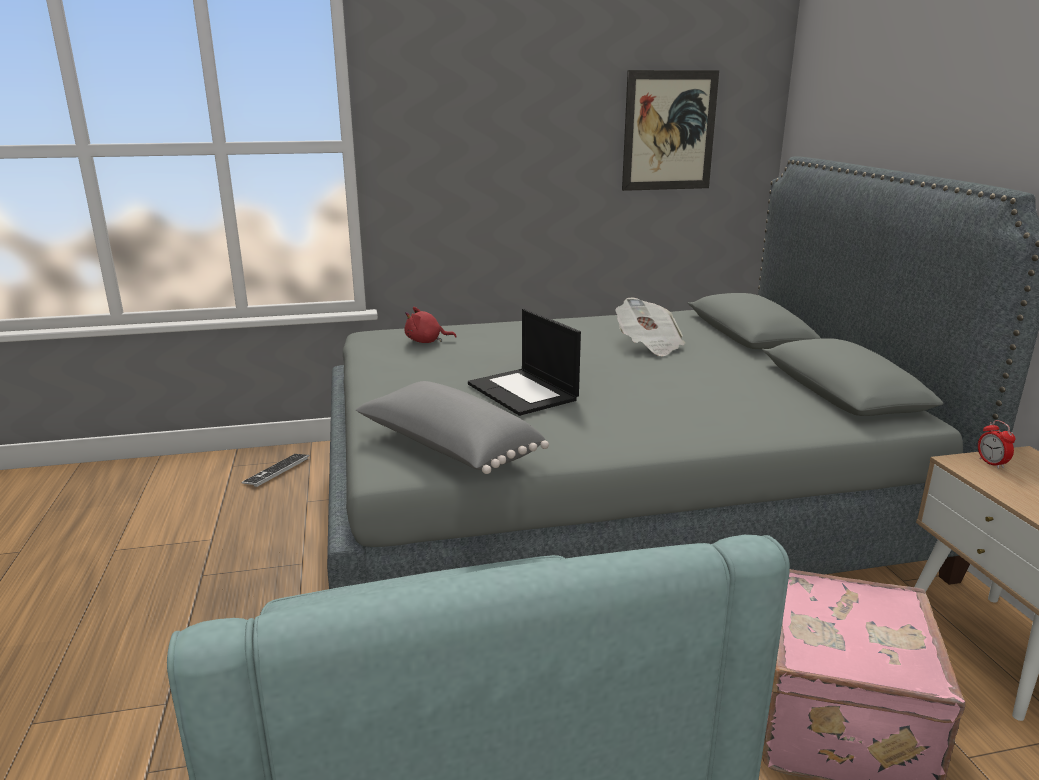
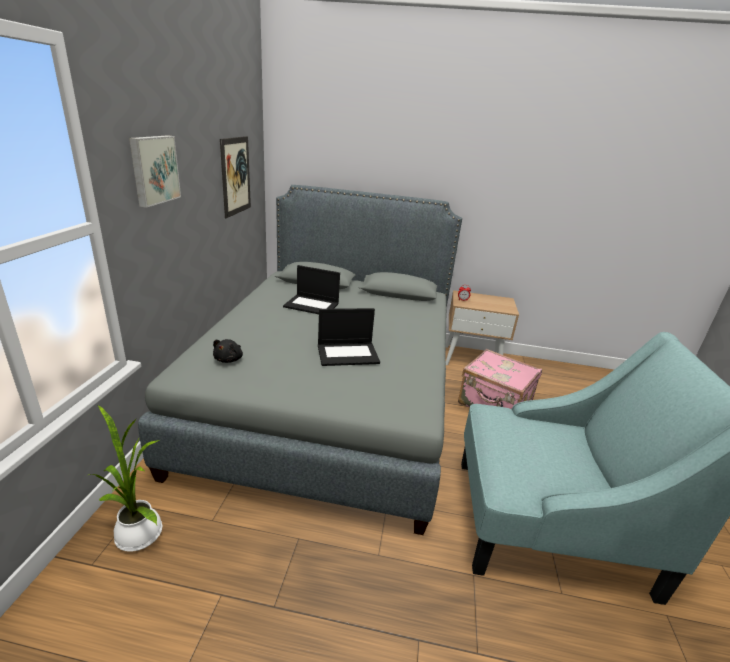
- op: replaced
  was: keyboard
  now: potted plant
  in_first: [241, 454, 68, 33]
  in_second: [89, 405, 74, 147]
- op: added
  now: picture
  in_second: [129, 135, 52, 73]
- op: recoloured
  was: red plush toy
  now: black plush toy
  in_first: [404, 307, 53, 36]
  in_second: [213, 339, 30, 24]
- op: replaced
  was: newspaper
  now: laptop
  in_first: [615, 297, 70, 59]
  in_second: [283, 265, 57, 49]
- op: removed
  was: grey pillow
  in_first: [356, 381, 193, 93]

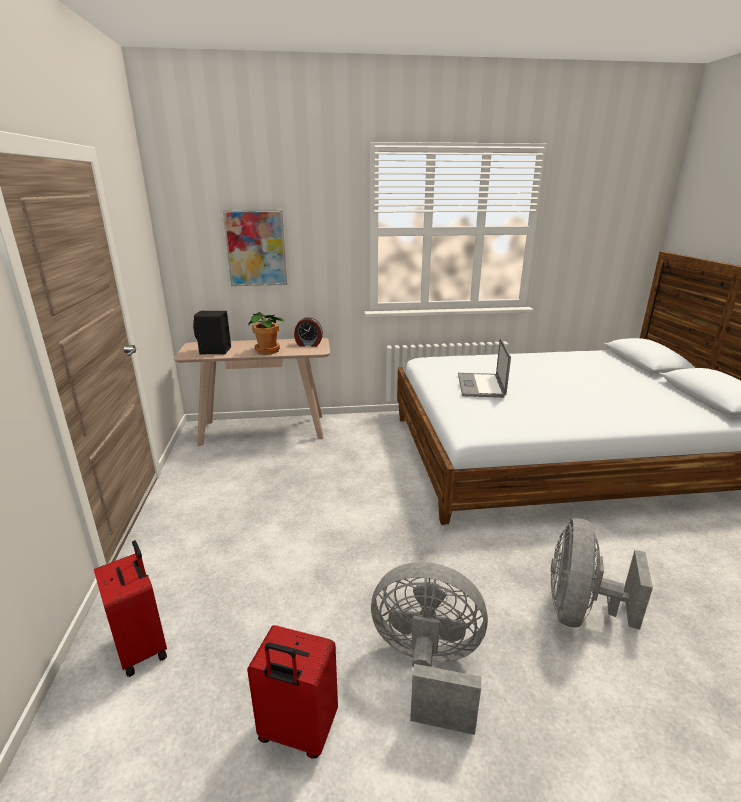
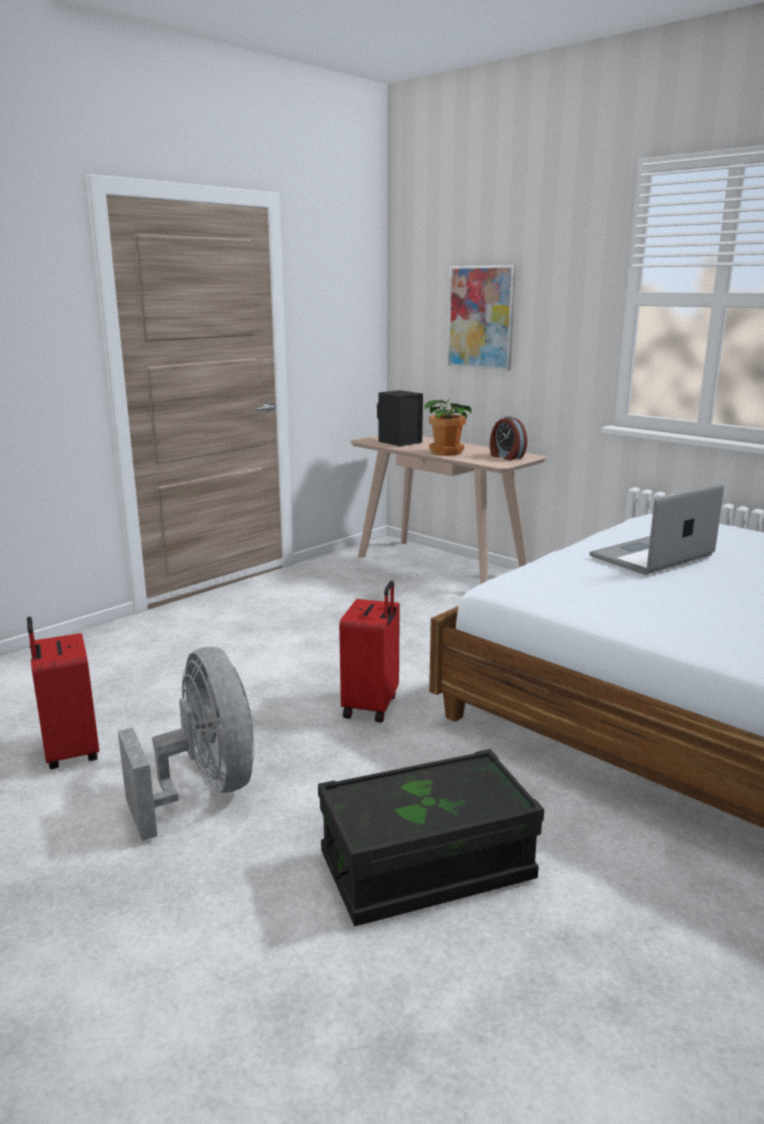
- op: replaced
  was: grey fan
  now: black storage box
  in_first: [551, 518, 102, 111]
  in_second: [318, 749, 226, 177]
- op: moved
  was: red suitcase
  in_first: [94, 540, 73, 137]
  in_second: [339, 581, 61, 142]

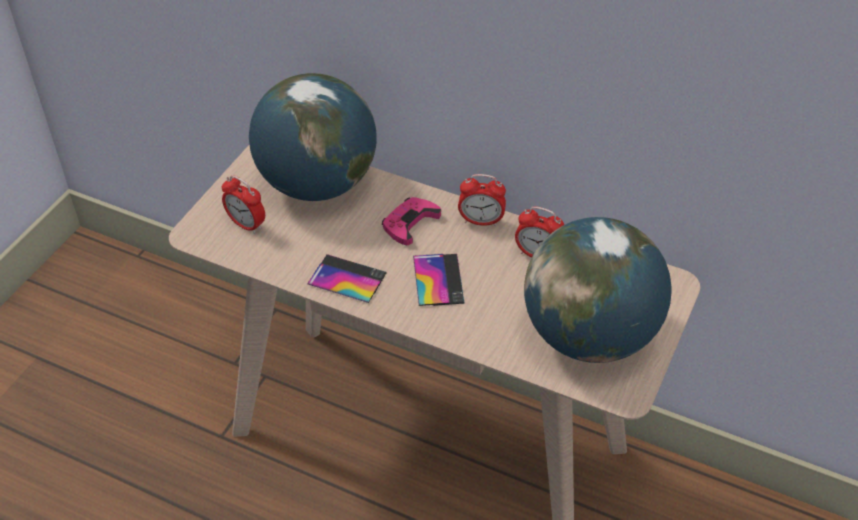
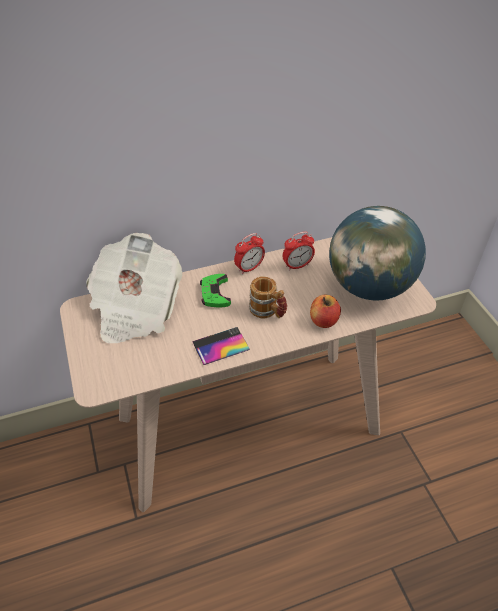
- op: replaced
  was: globe
  now: newspaper
  in_first: [249, 73, 128, 128]
  in_second: [86, 233, 97, 111]
- op: recoloured
  was: pink game controller
  now: green game controller
  in_first: [382, 197, 59, 48]
  in_second: [200, 274, 31, 34]
- op: replaced
  was: phone
  now: mug
  in_first: [413, 254, 51, 52]
  in_second: [249, 276, 38, 42]
- op: added
  now: apple
  in_second: [310, 295, 31, 33]
- op: removed
  was: alarm clock
  in_first: [222, 175, 43, 59]

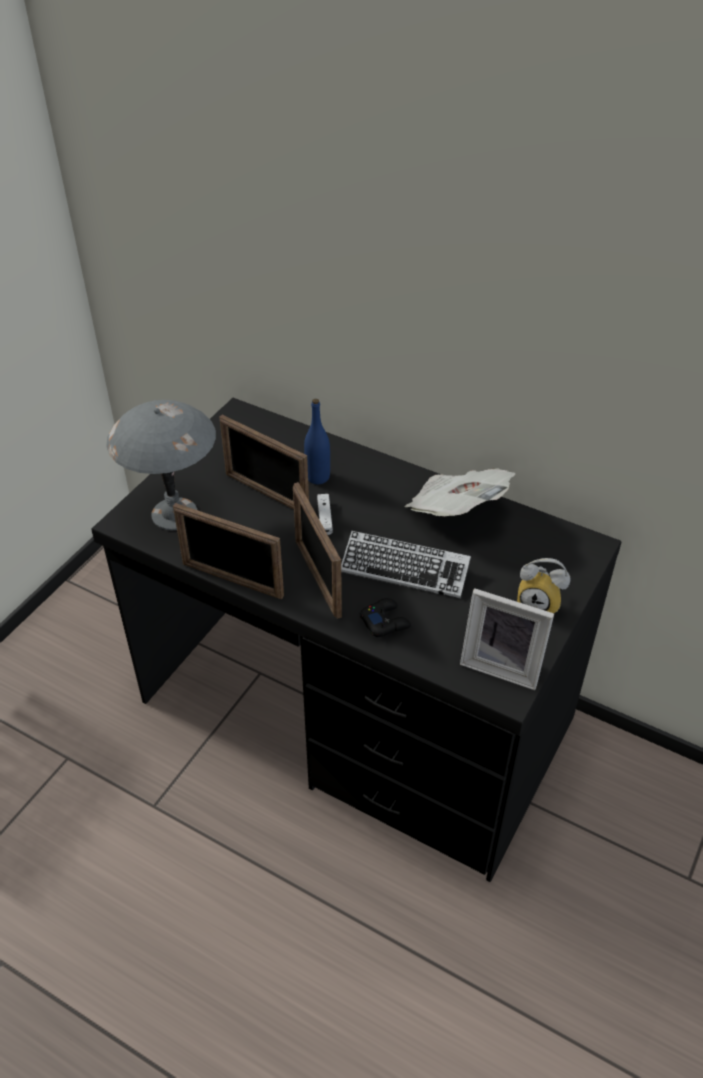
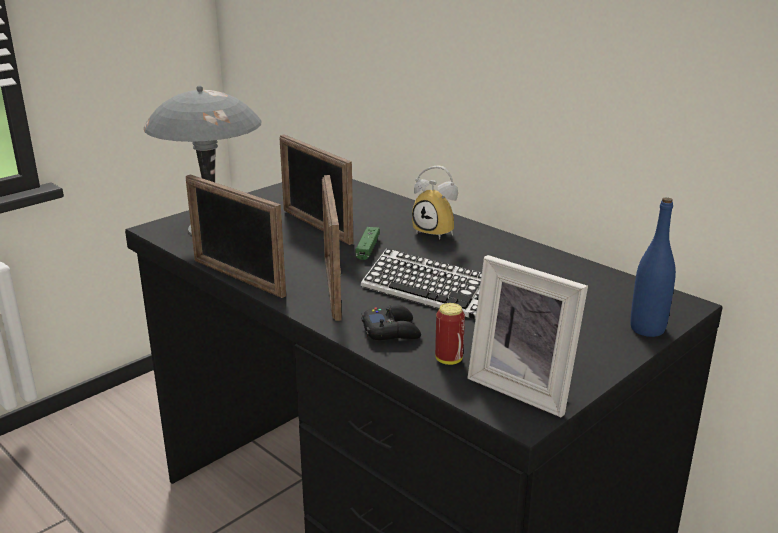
- op: recoloured
  was: white game controller
  now: green game controller
  in_first: [317, 494, 16, 41]
  in_second: [356, 227, 24, 33]
- op: moved
  was: alarm clock
  in_first: [517, 558, 53, 55]
  in_second: [412, 165, 46, 75]
- op: added
  now: can
  in_second: [435, 303, 30, 62]
- op: moved
  was: blue bottle
  in_first: [304, 399, 26, 85]
  in_second: [630, 197, 46, 140]
- op: removed
  was: newspaper
  in_first: [405, 468, 111, 48]

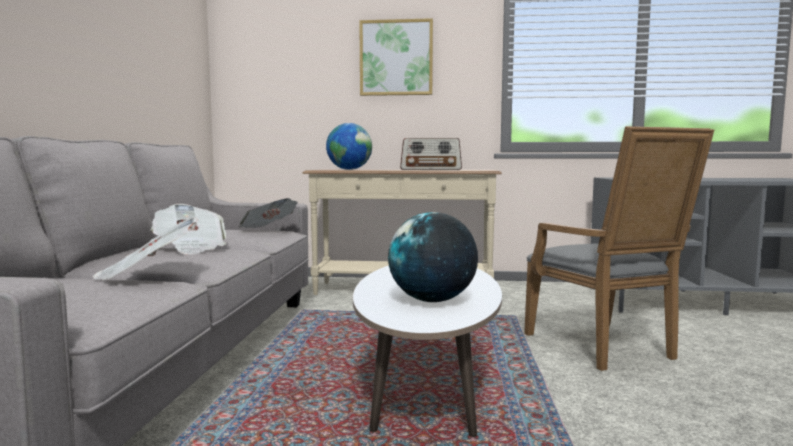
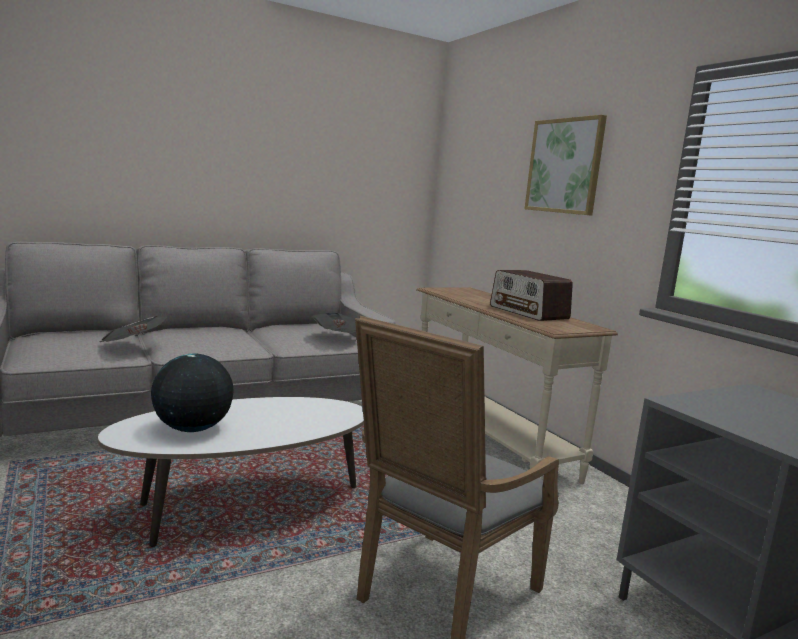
- op: removed
  was: newspaper
  in_first: [151, 204, 75, 51]
- op: removed
  was: globe
  in_first: [326, 123, 46, 47]

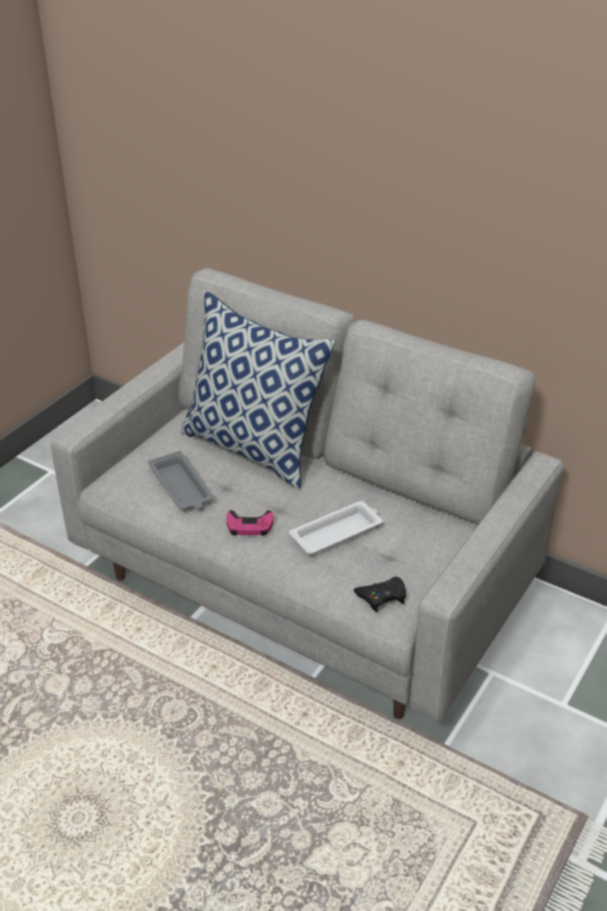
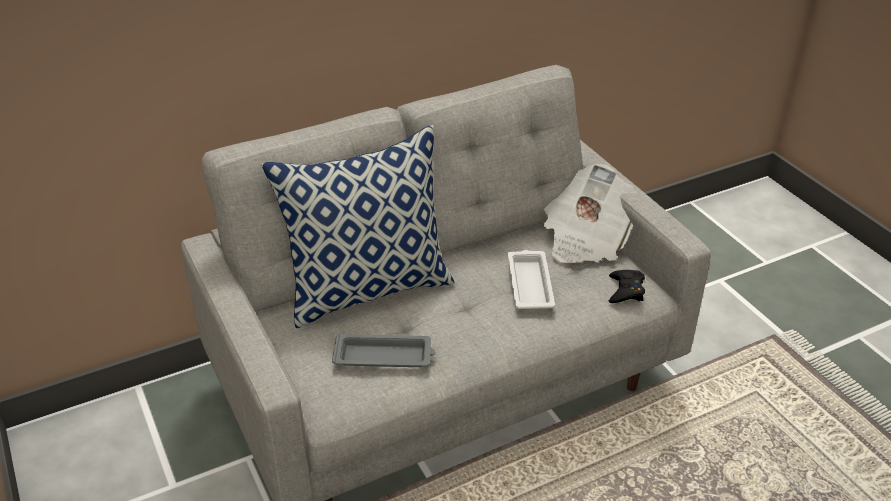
- op: added
  now: newspaper
  in_second: [544, 164, 94, 99]
- op: removed
  was: pink game controller
  in_first: [226, 510, 47, 26]

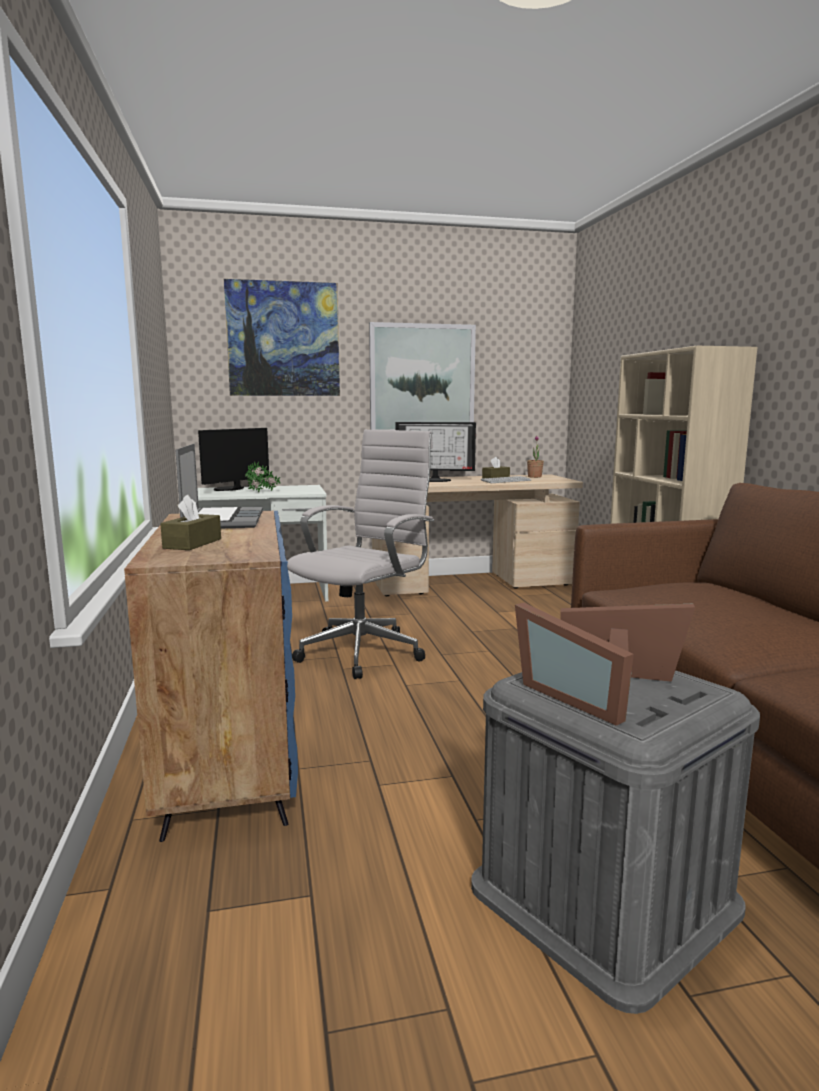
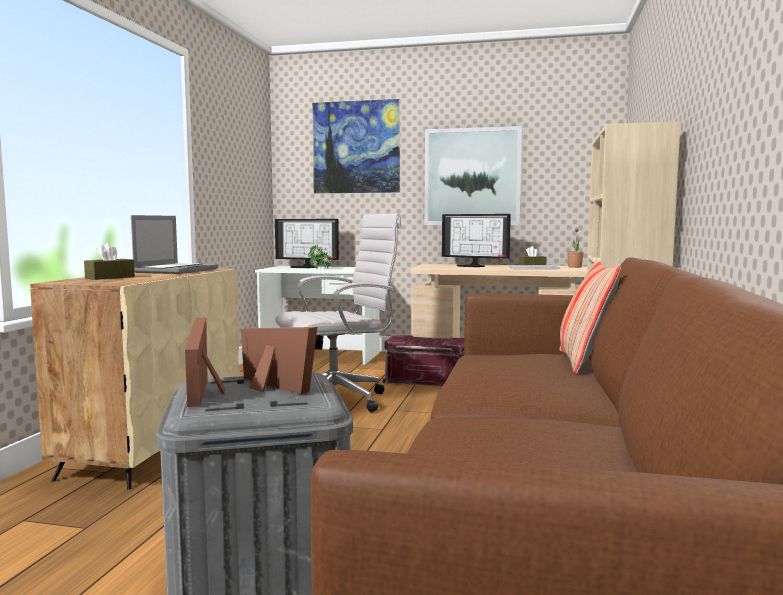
- op: recoloured
  was: blue cabinet
  now: beige cabinet
  in_first: [124, 511, 174, 331]
  in_second: [30, 268, 210, 222]
- op: turned
  was: monitor
  in_first: [198, 428, 71, 63]
  in_second: [275, 219, 64, 49]
  clockwise: -135
- op: added
  now: red storage box
  in_second: [382, 335, 82, 51]
- op: added
  now: pillow
  in_second: [559, 260, 62, 114]

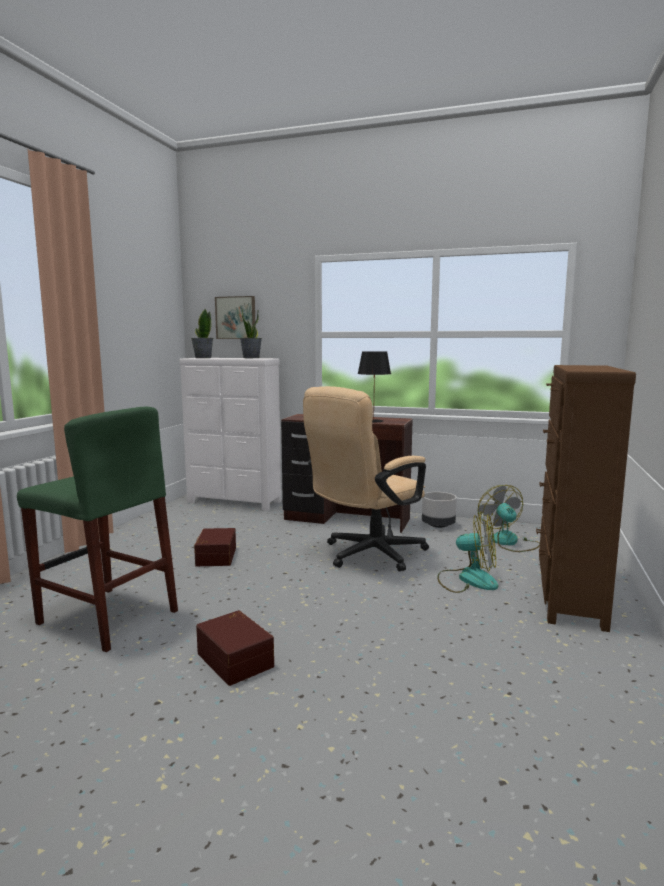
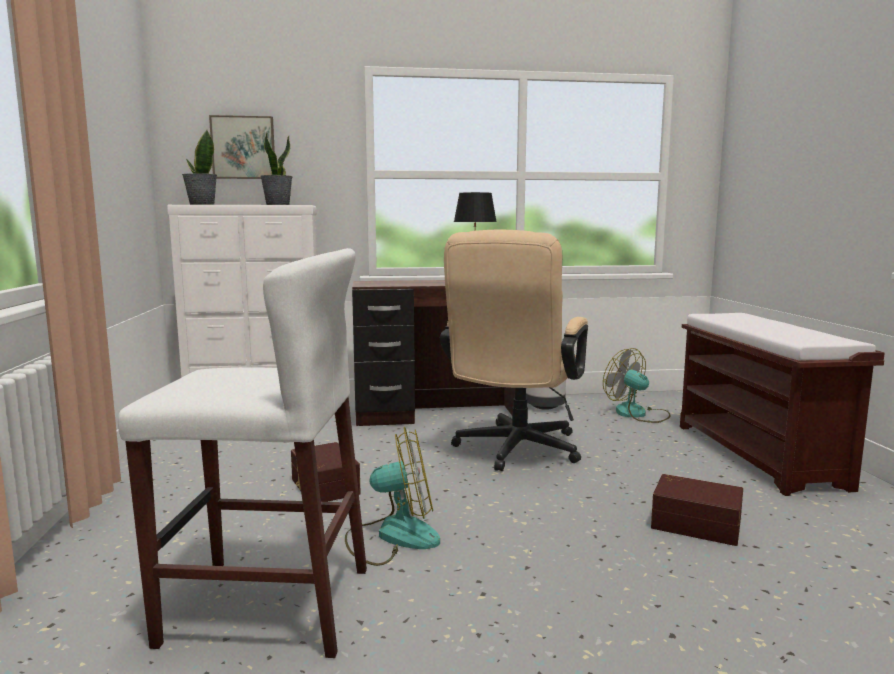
- op: recoloured
  was: green stool
  now: white stool
  in_first: [17, 407, 161, 245]
  in_second: [118, 248, 249, 410]
- op: moved
  was: fan
  in_first: [437, 511, 61, 82]
  in_second: [345, 427, 95, 139]
- op: moved
  was: brown storage box
  in_first: [196, 610, 78, 76]
  in_second: [651, 474, 92, 72]
- op: replaced
  was: brown dresser
  now: brown bench
  in_first: [536, 365, 100, 267]
  in_second: [680, 313, 205, 183]

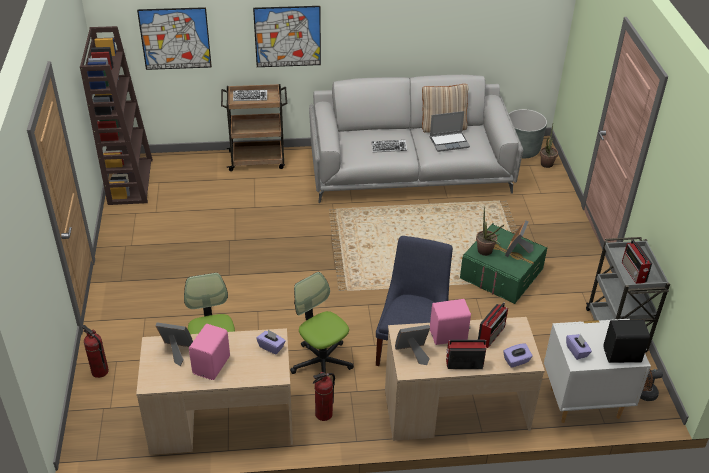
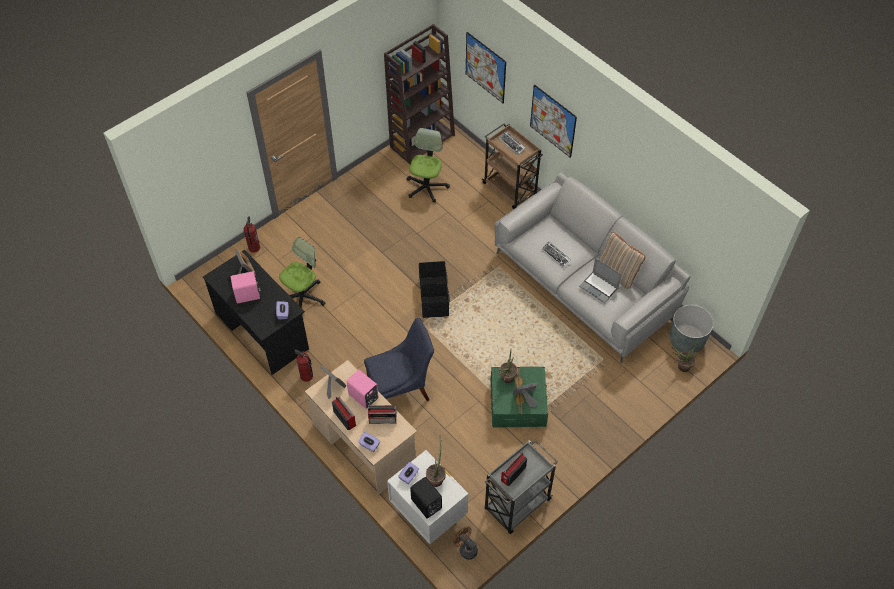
- op: recoloured
  was: beige desk
  now: black desk
  in_first: [136, 328, 157, 127]
  in_second: [203, 250, 106, 125]
- op: moved
  was: office chair
  in_first: [290, 272, 64, 102]
  in_second: [407, 128, 43, 74]
- op: added
  now: black storage box
  in_second: [419, 261, 30, 57]
- op: added
  now: potted plant
  in_second: [426, 436, 20, 51]

